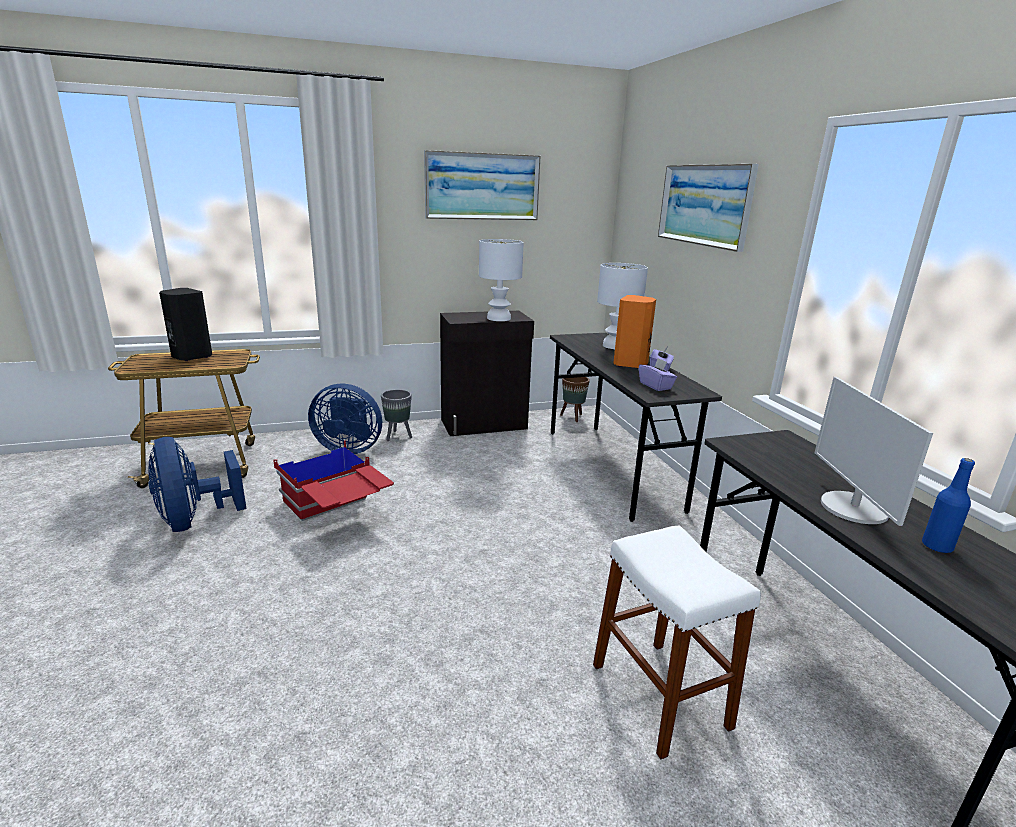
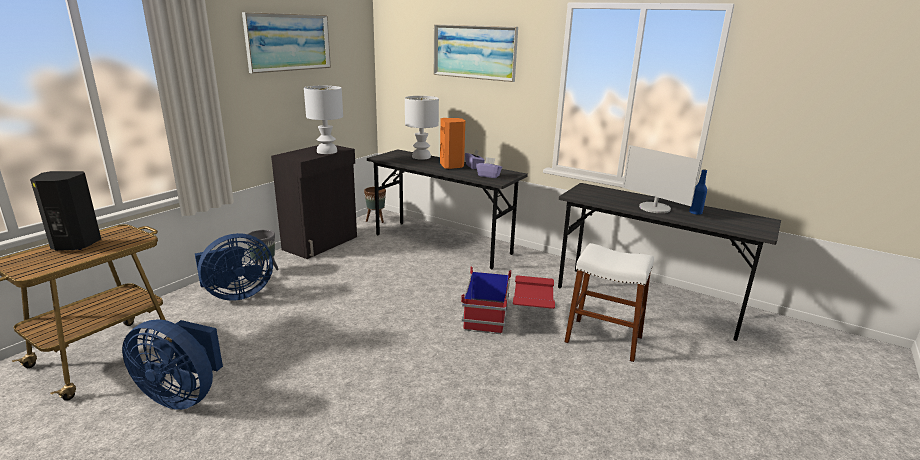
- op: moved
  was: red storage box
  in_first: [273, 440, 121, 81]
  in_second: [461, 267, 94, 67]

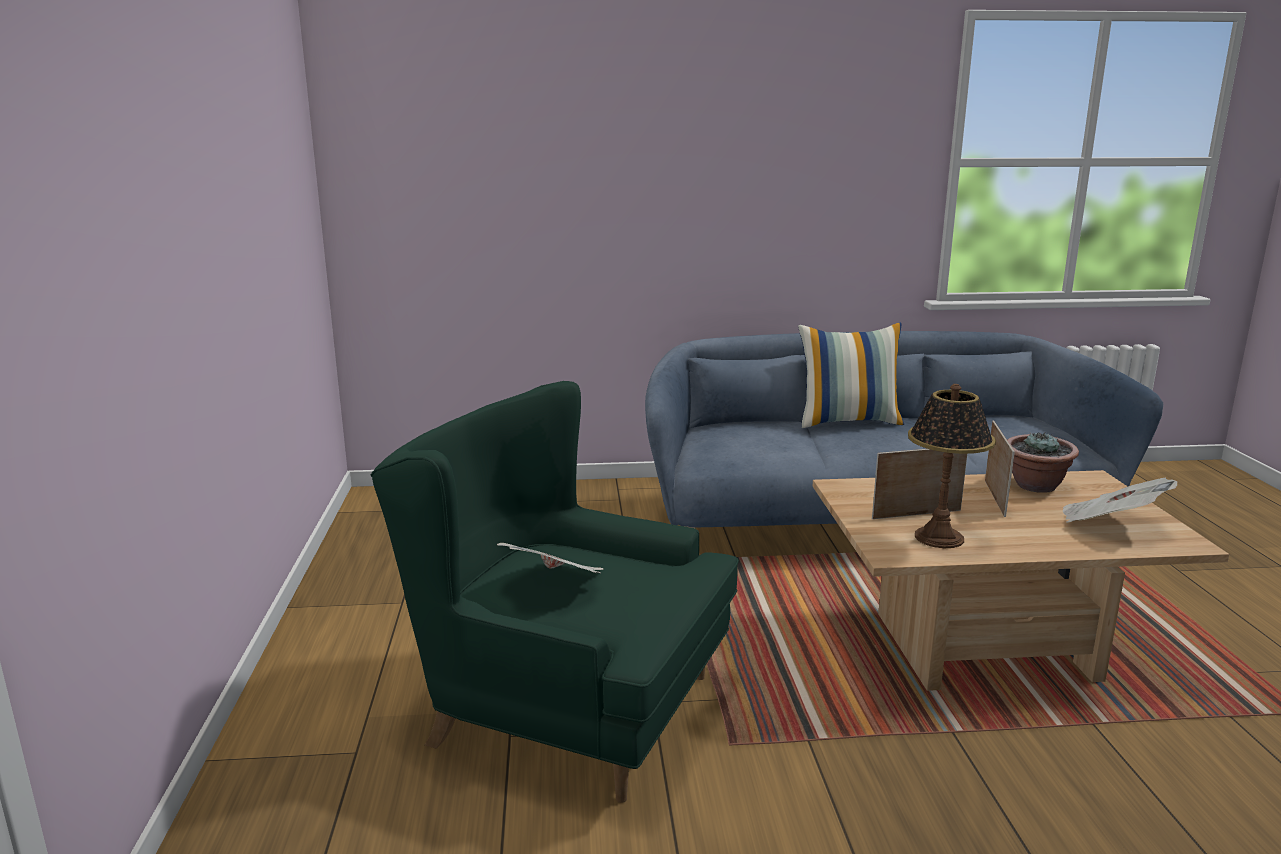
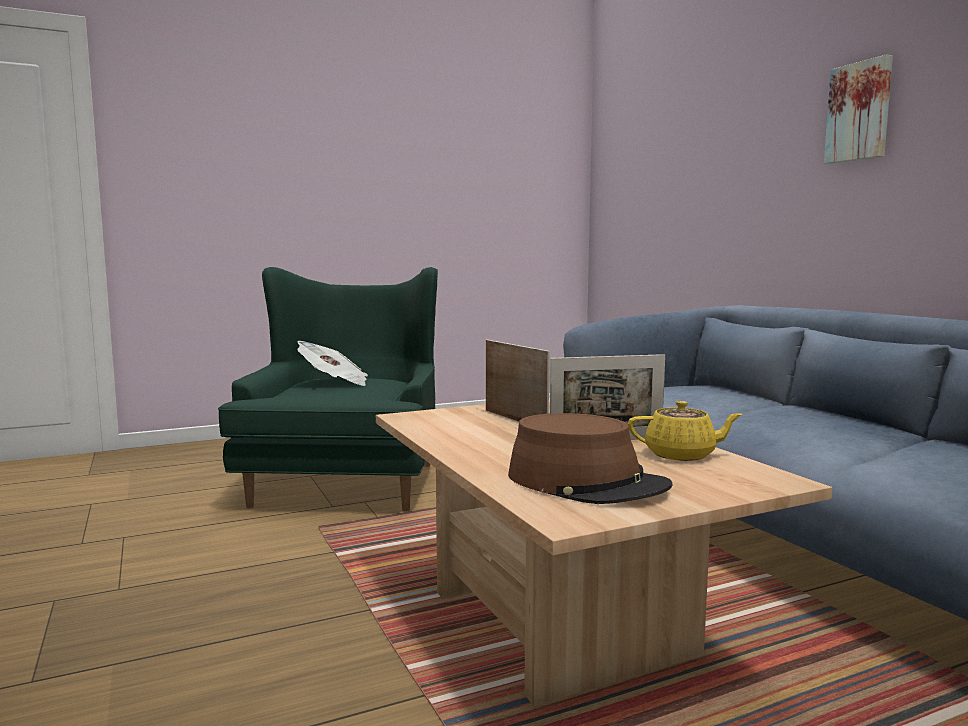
- op: replaced
  was: newspaper
  now: brown hat
  in_first: [1063, 477, 115, 46]
  in_second: [508, 413, 165, 91]
- op: replaced
  was: potted plant
  now: yellow teapot
  in_first: [1007, 432, 72, 61]
  in_second: [628, 401, 115, 60]
- op: added
  now: picture
  in_second: [824, 54, 69, 110]
- op: removed
  was: pillow
  in_first: [798, 323, 106, 105]
- op: removed
  was: table lamp
  in_first: [908, 384, 88, 164]

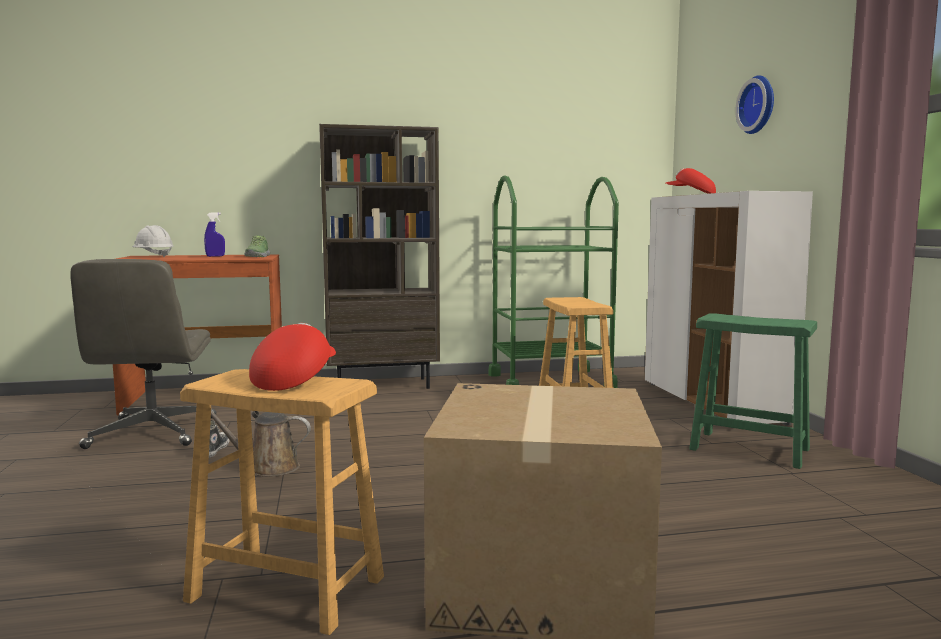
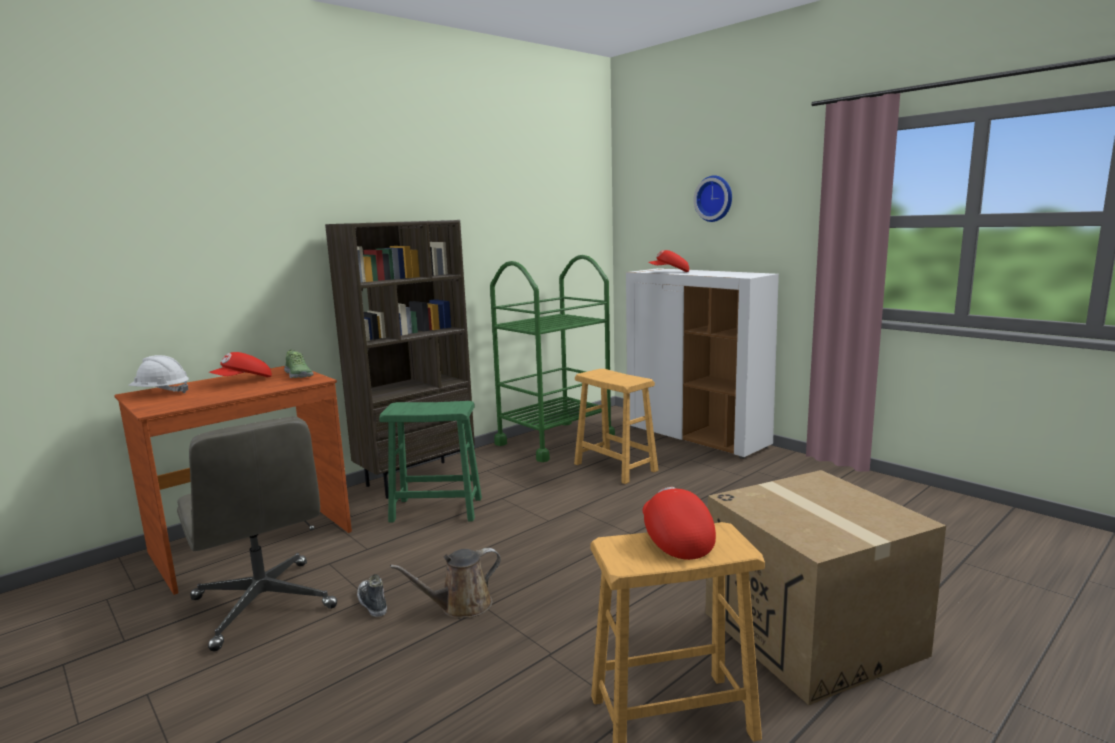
- op: replaced
  was: blue spray bottle
  now: red cap
  in_first: [204, 212, 21, 45]
  in_second: [209, 352, 63, 25]
- op: moved
  was: green stool
  in_first: [689, 314, 128, 155]
  in_second: [379, 401, 103, 122]

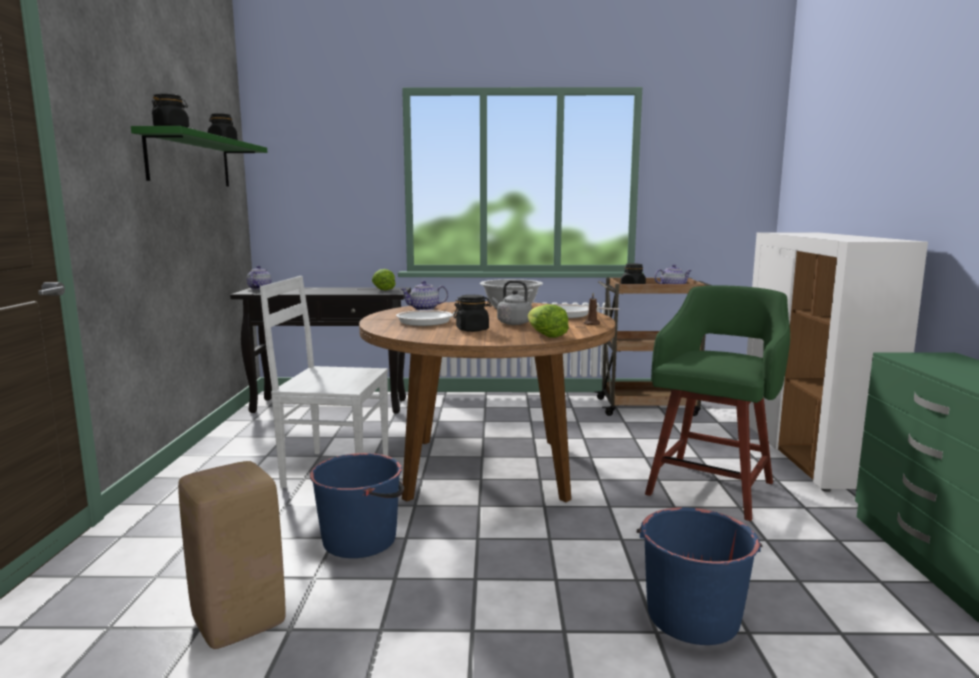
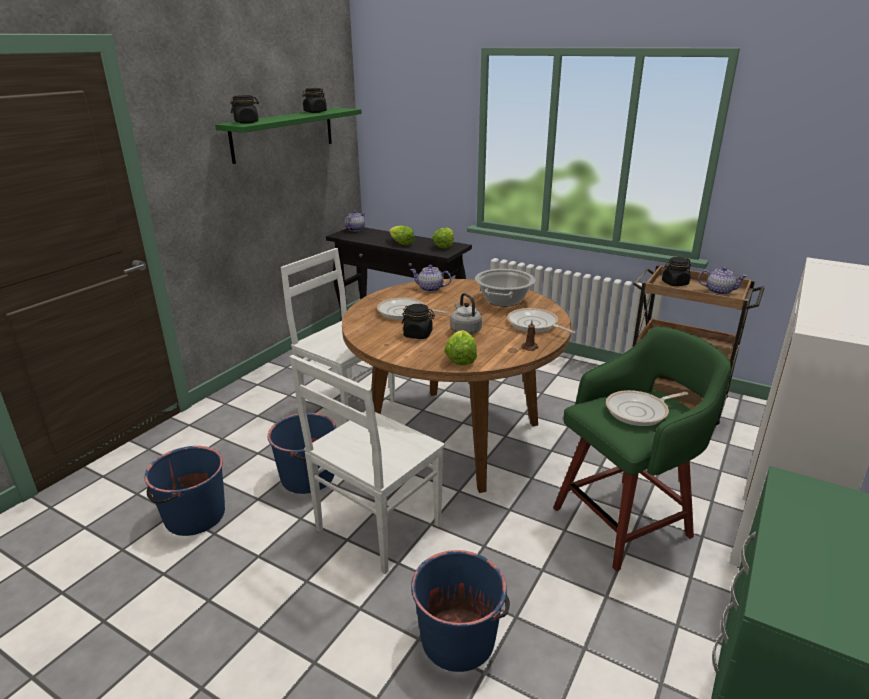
- op: replaced
  was: beige stool
  now: blue bucket
  in_first: [178, 461, 107, 188]
  in_second: [144, 446, 81, 90]
- op: added
  now: white chair
  in_second: [290, 355, 155, 219]
- op: added
  now: lettuce
  in_second: [389, 226, 26, 19]
- op: added
  now: frying pan
  in_second: [606, 390, 82, 36]

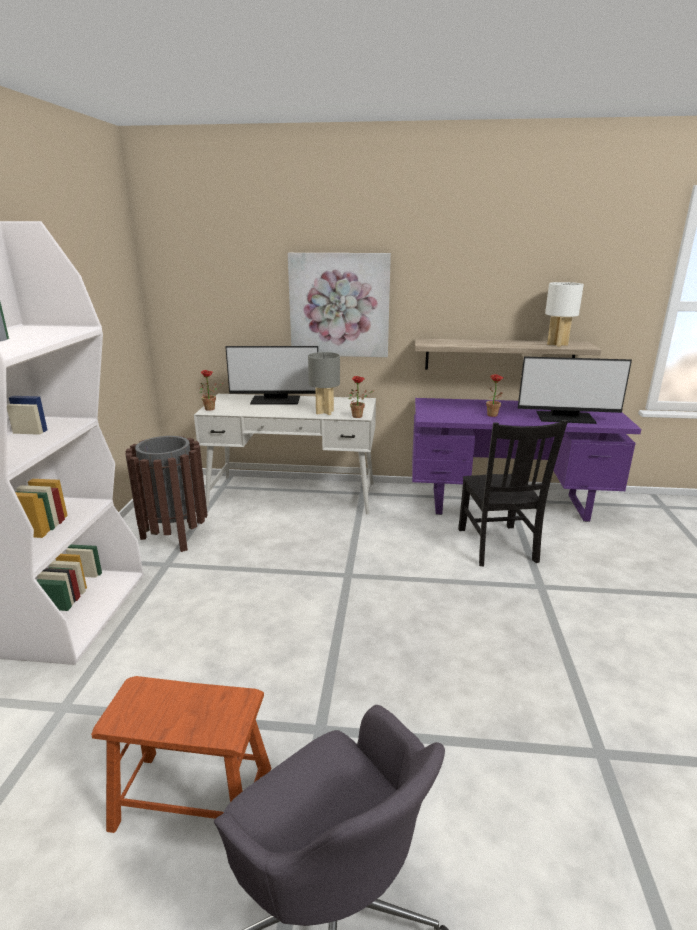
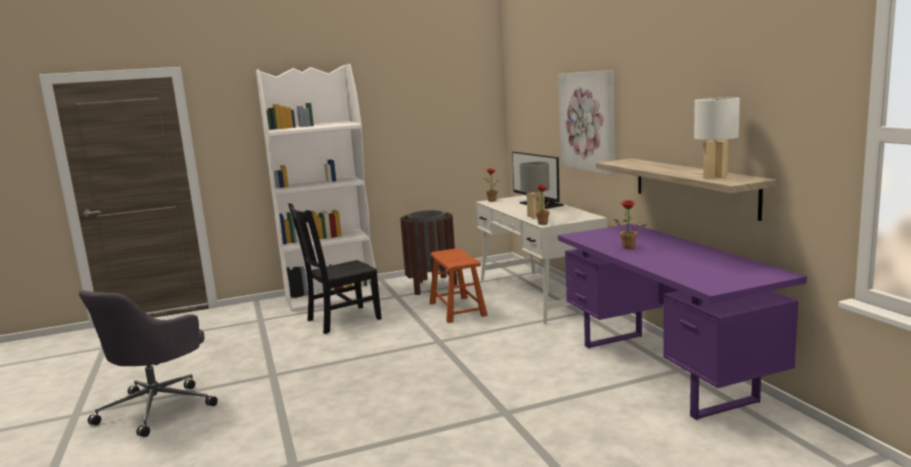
- op: moved
  was: black chair
  in_first: [458, 420, 110, 146]
  in_second: [288, 203, 94, 131]
- op: moved
  was: brown stool
  in_first: [91, 676, 180, 157]
  in_second: [429, 248, 59, 75]
- op: removed
  was: monitor
  in_first: [518, 356, 114, 68]

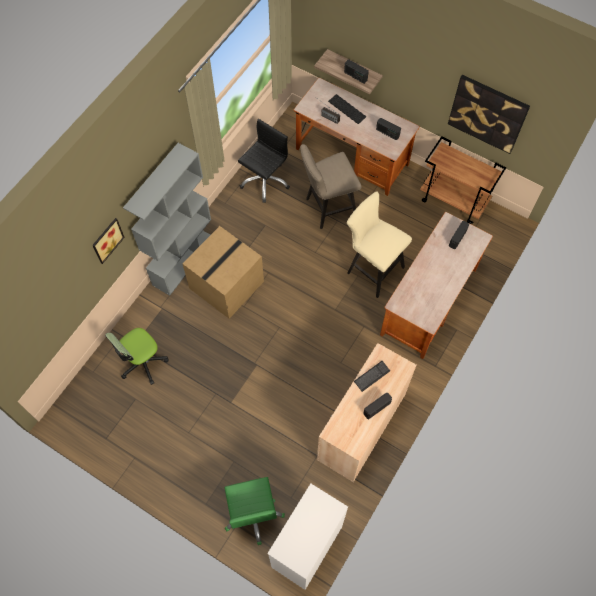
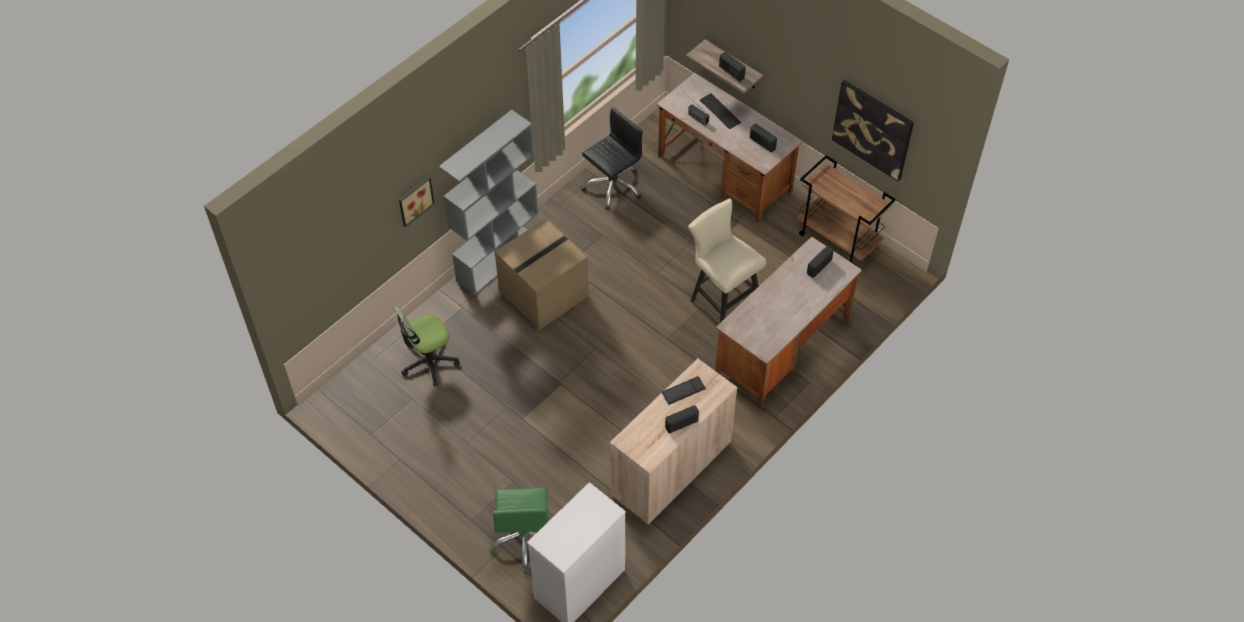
- op: removed
  was: beige stool
  in_first: [300, 144, 61, 85]

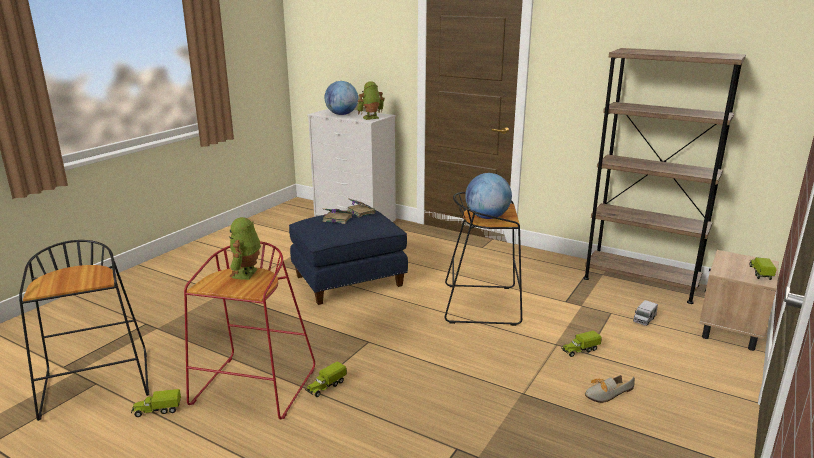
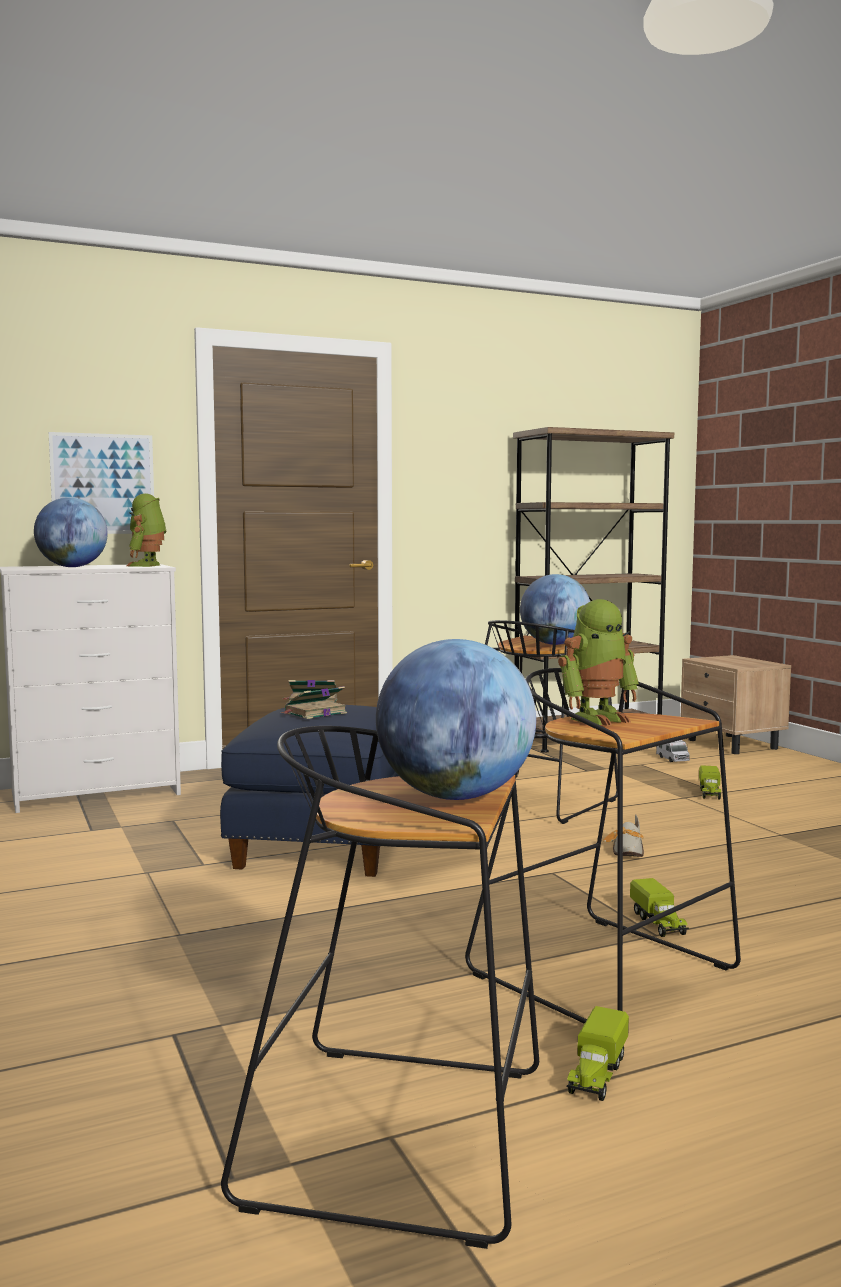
- op: added
  now: picture
  in_second: [49, 432, 105, 102]
- op: added
  now: globe
  in_second: [376, 639, 160, 161]
- op: recoloured
  was: red stool
  now: black stool
  in_first: [184, 241, 131, 179]
  in_second: [465, 668, 276, 356]
- op: turned
  was: toy robot
  in_first: [229, 217, 32, 63]
  in_second: [558, 599, 81, 127]
  clockwise: -75
- op: moved
  was: shoe
  in_first: [585, 375, 50, 28]
  in_second: [603, 814, 41, 43]
- op: removed
  was: toy truck
  in_first: [749, 257, 28, 23]

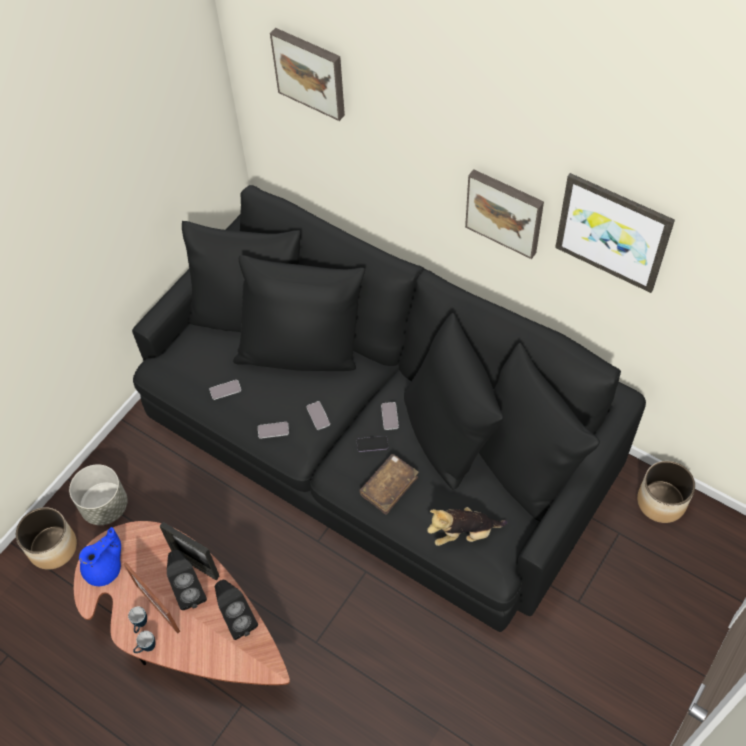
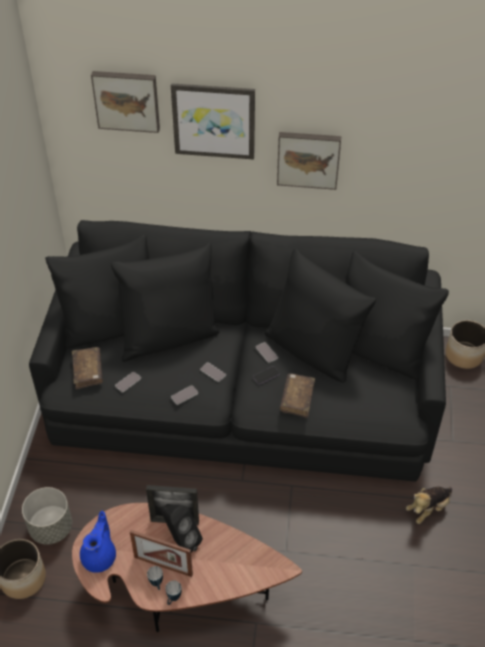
- op: added
  now: brown book
  in_second: [72, 347, 31, 42]
- op: moved
  was: picture
  in_first: [555, 173, 120, 120]
  in_second: [171, 83, 84, 76]
- op: moved
  was: plush toy
  in_first: [427, 507, 81, 39]
  in_second: [406, 487, 46, 37]
- op: removed
  was: black speaker
  in_first: [215, 579, 43, 61]

